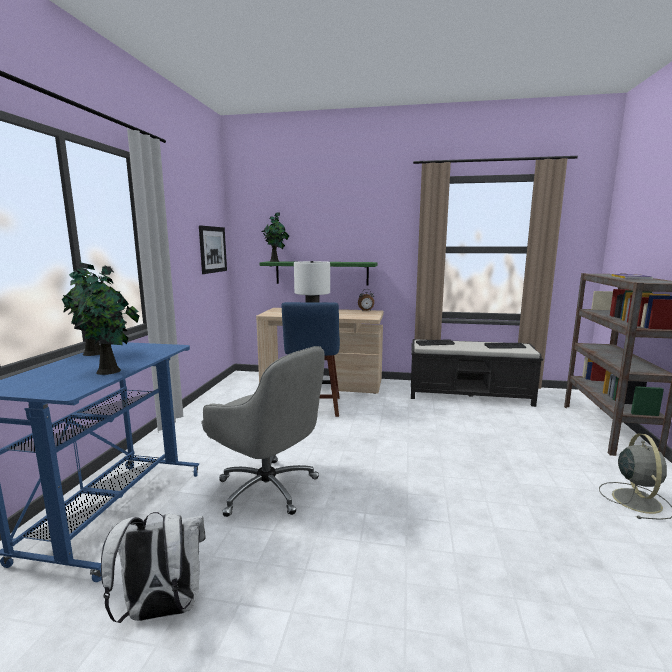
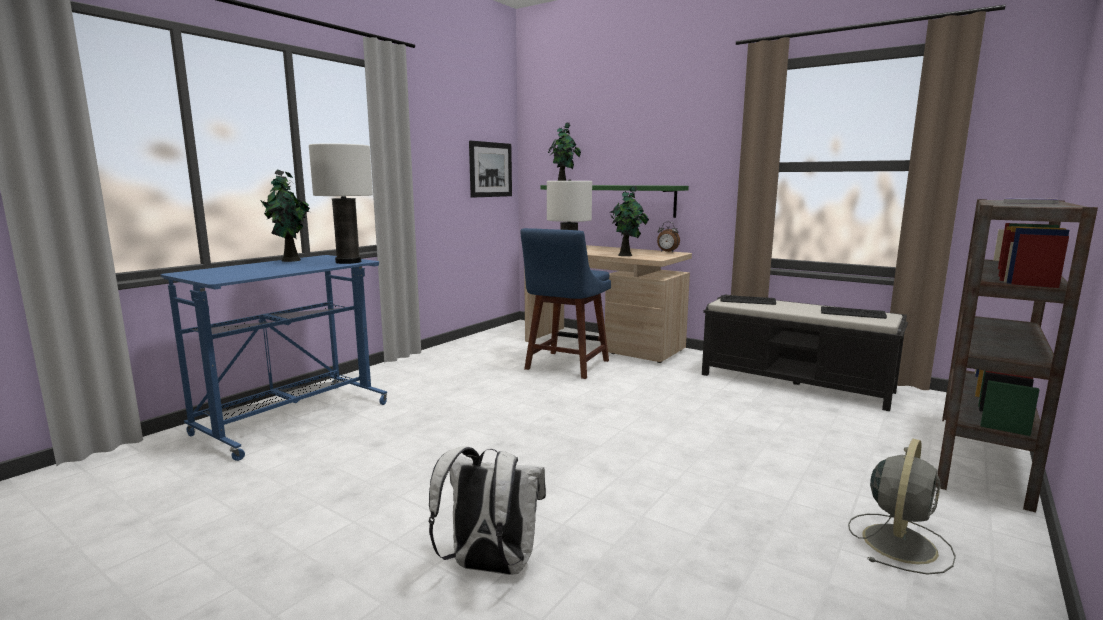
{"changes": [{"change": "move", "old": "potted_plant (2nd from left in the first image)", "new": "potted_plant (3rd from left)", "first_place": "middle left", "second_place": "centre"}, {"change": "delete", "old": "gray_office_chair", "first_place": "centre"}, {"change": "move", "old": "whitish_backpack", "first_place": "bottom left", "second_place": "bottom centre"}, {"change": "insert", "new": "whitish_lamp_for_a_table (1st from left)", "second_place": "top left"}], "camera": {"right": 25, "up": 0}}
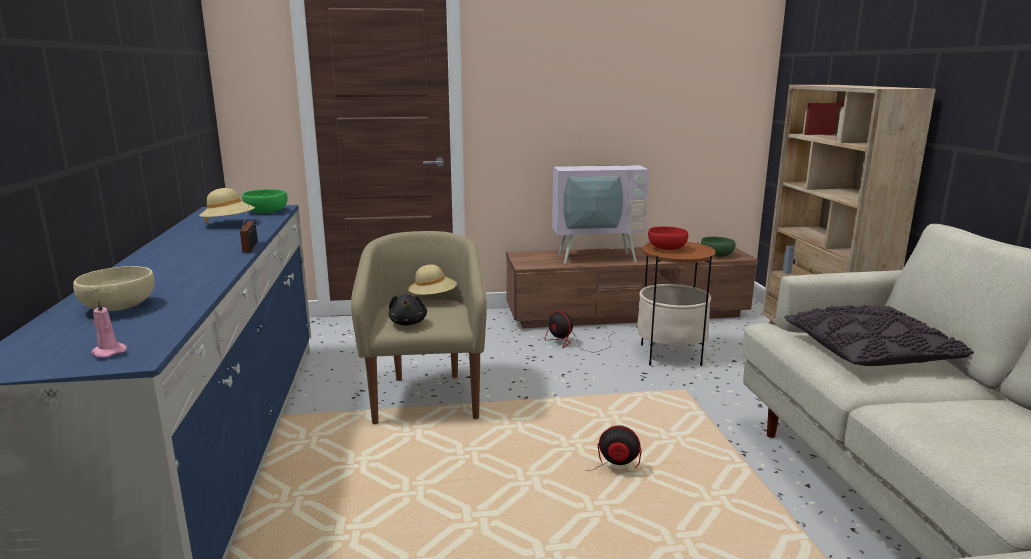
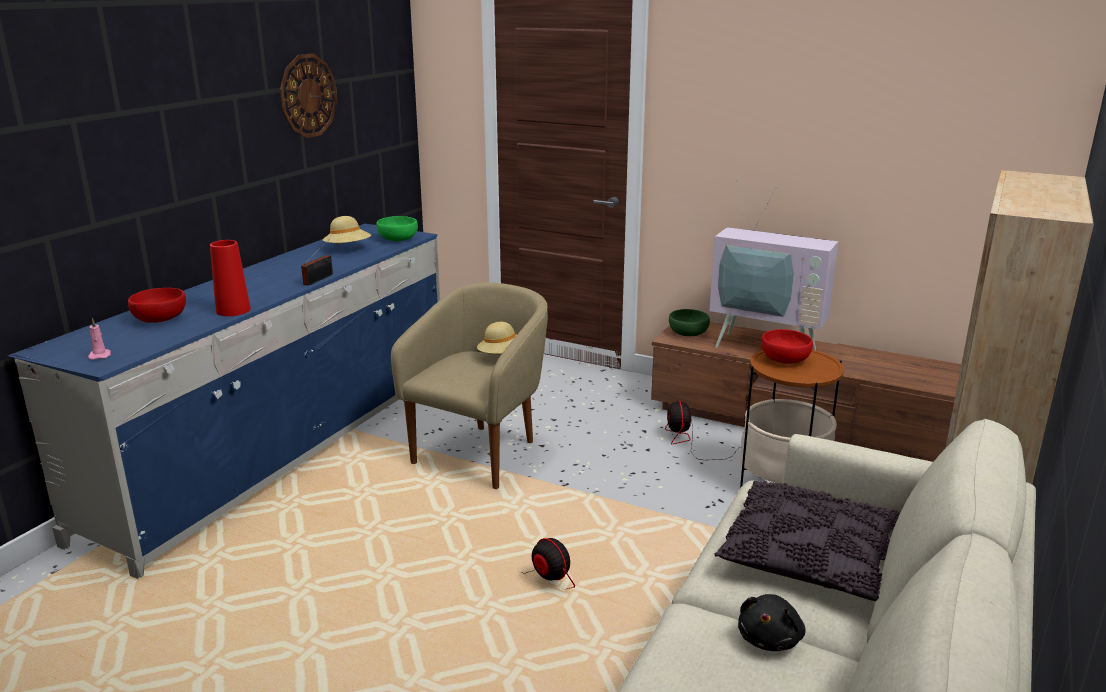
{"changes": [{"change": "move", "old": "greenish_deep_dish (2nd from left)", "first_place": "middle right", "second_place": "centre"}, {"change": "recolor", "old": "beige_deep_dish", "new": "red_deep_dish (1st from left)", "first_place": "middle left", "second_place": "middle left"}, {"change": "move", "old": "black-coloured_soft_toy", "first_place": "centre", "second_place": "bottom right"}, {"change": "insert", "new": "hanging_clock", "second_place": "top left"}, {"change": "insert", "new": "red_flower_vase", "second_place": "middle left"}], "camera": {"right": 35, "up": 5}}
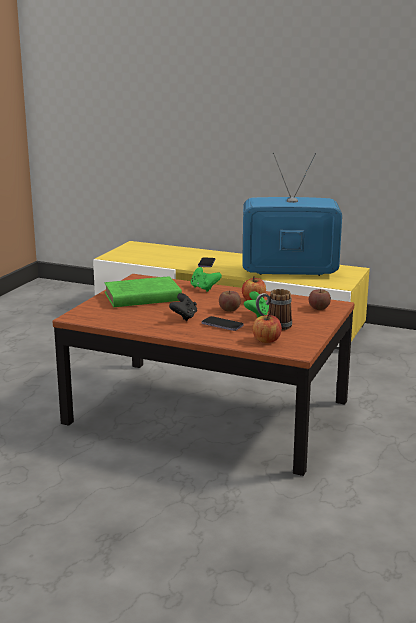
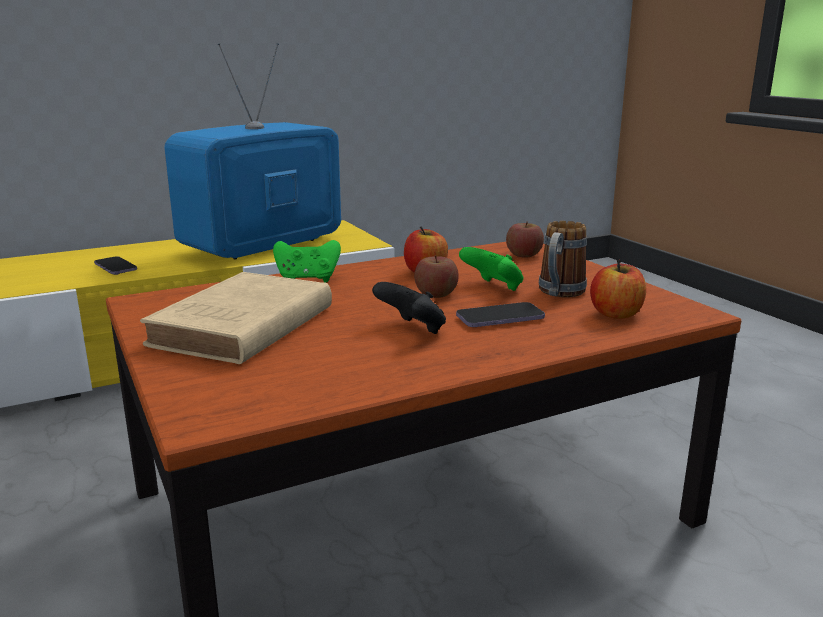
{"changes": [{"change": "recolor", "old": "greenish_book", "new": "beige_book", "first_place": "centre", "second_place": "middle left"}], "camera": {"right": -50, "up": 0}}
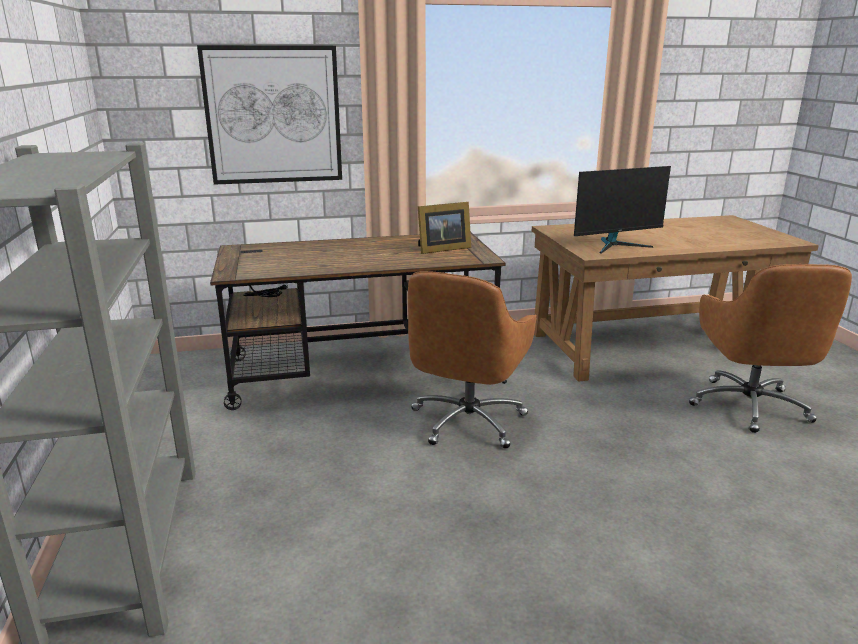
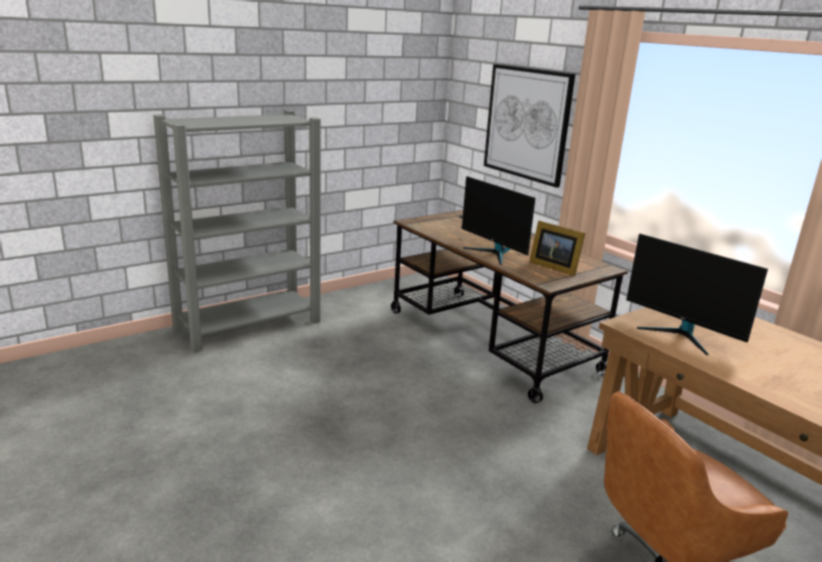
{"changes": [{"change": "delete", "old": "brownish_office_chair (1st from left)", "first_place": "centre"}, {"change": "insert", "new": "computer_display (1st from left)", "second_place": "centre"}], "camera": {"right": 65, "up": 0}}
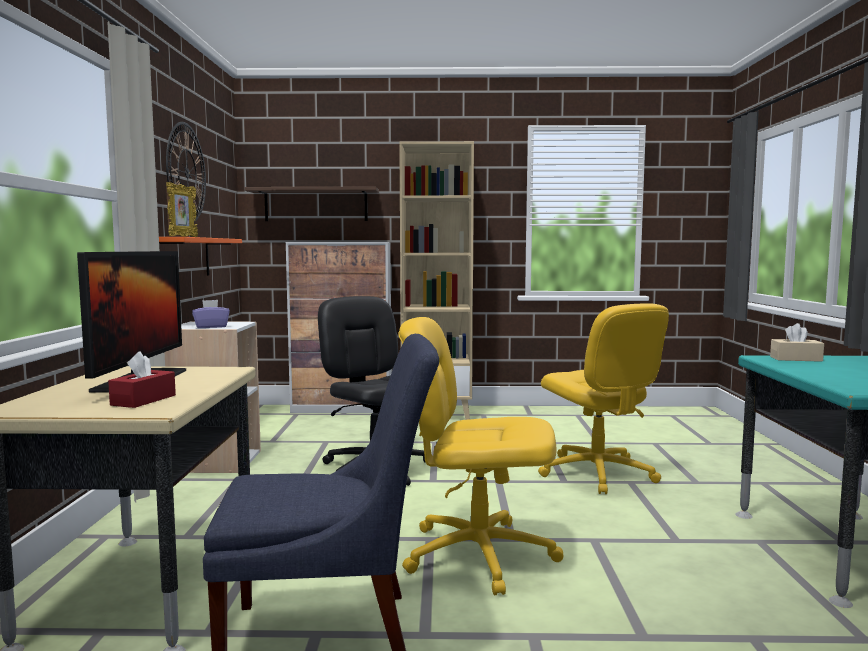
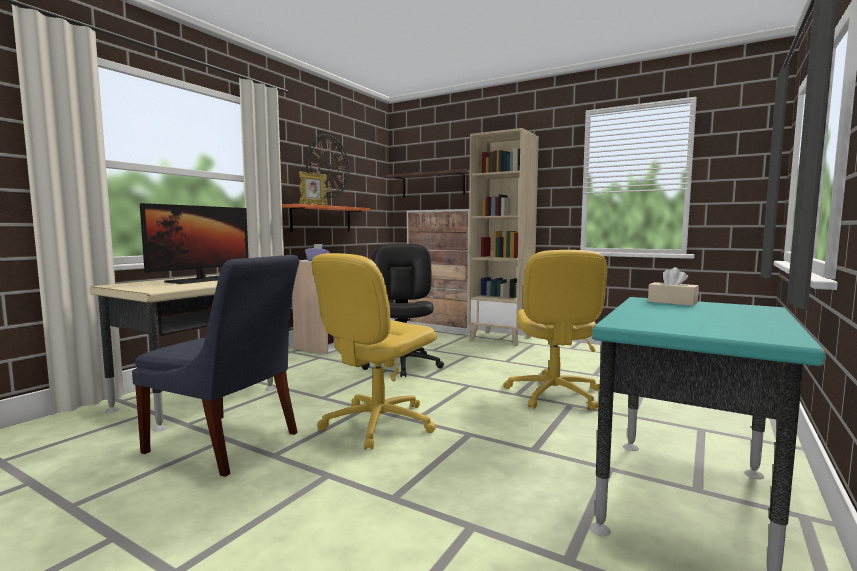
{"changes": [{"change": "rotate", "old": "yellow_office_chair (1st from left)", "first_place": "bottom centre", "second_place": "centre", "degrees": -90}, {"change": "delete", "old": "red_box_of_tissues", "first_place": "middle left"}], "camera": {"right": 30, "up": 0}}
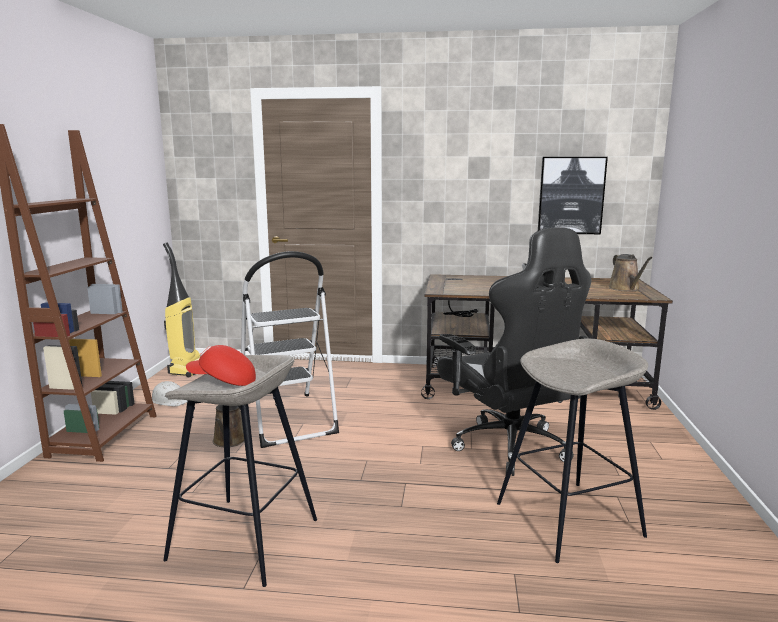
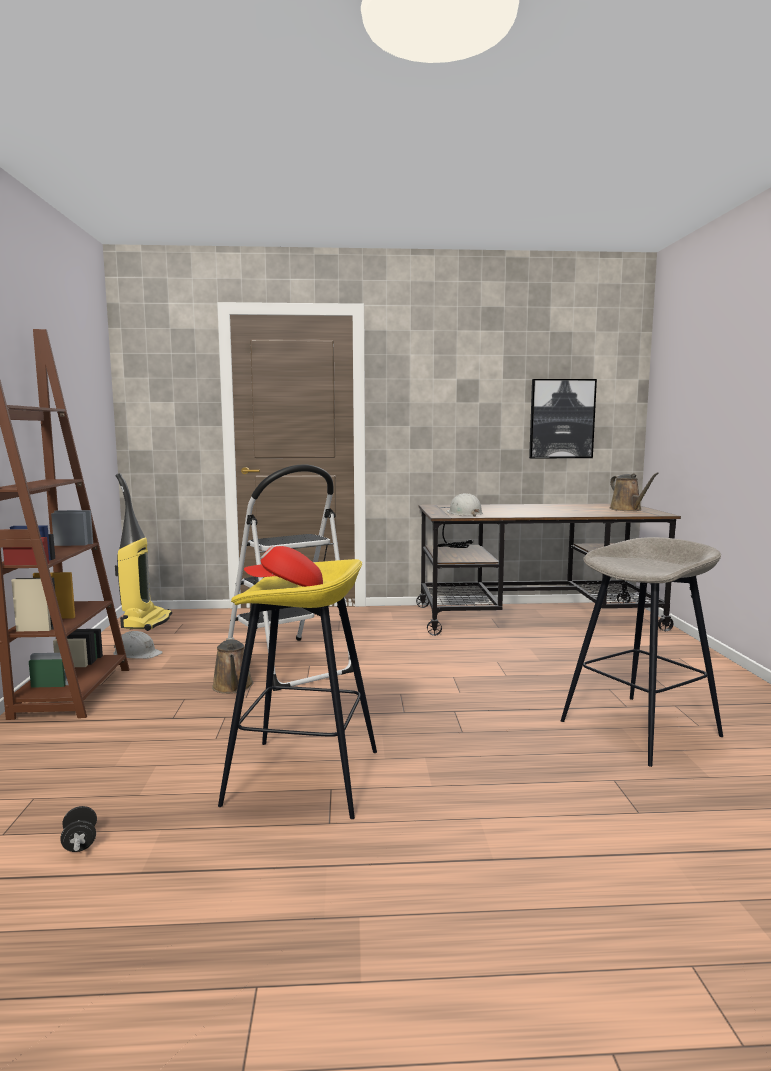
{"changes": [{"change": "delete", "old": "black-coloured_office_chair", "first_place": "centre"}, {"change": "recolor", "old": "gray_sitting_stool (1st from left)", "new": "yellow_sitting_stool", "first_place": "bottom left", "second_place": "centre"}, {"change": "insert", "new": "whitish_safety_helmet (2nd from left)", "second_place": "centre"}, {"change": "insert", "new": "black-coloured_hand_weight", "second_place": "bottom left"}], "camera": {"right": -10, "up": -5}}
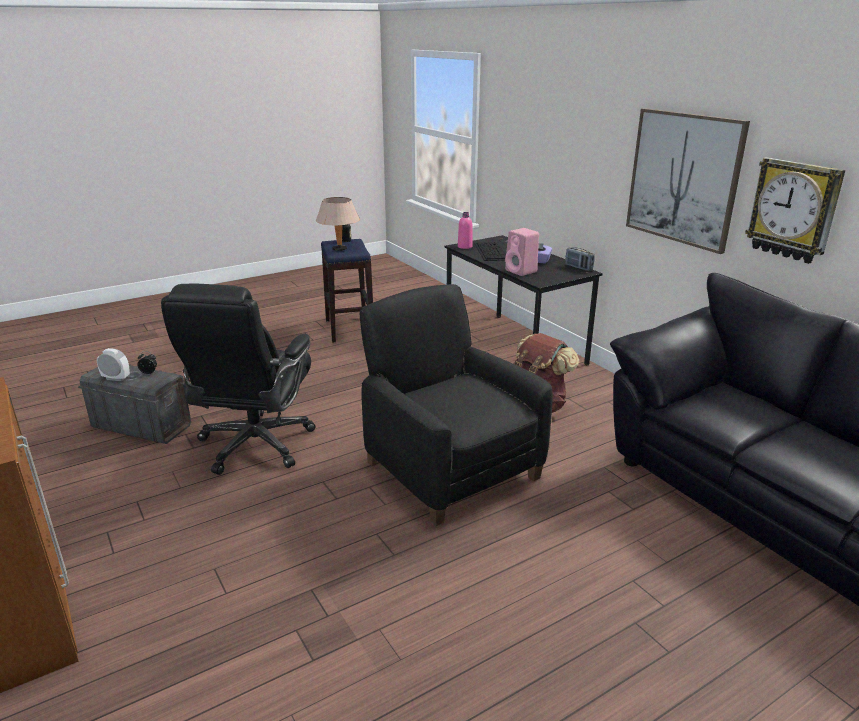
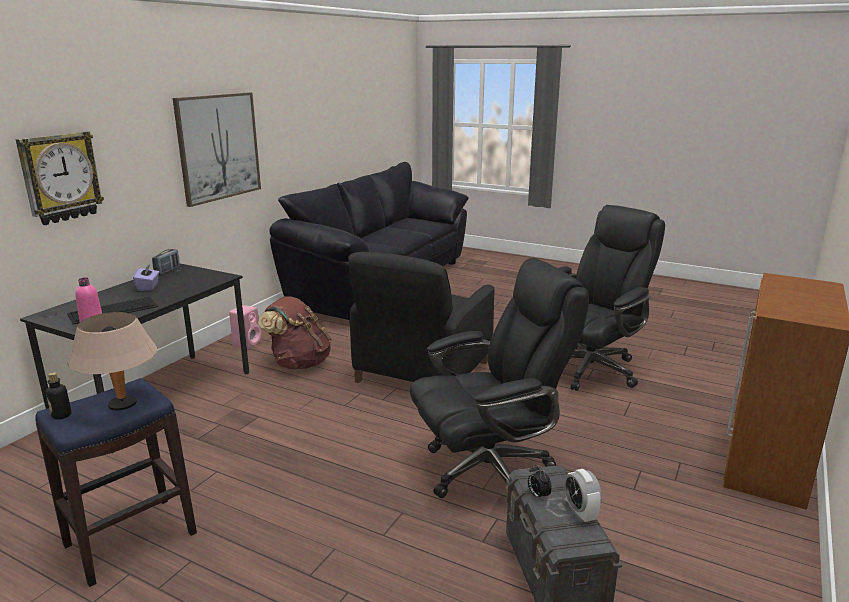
{"changes": [{"change": "move", "old": "hanging_clock", "first_place": "top right", "second_place": "top left"}, {"change": "move", "old": "pinkish_speaker", "first_place": "centre", "second_place": "middle left"}, {"change": "insert", "new": "black-coloured_office_chair (2nd from left)", "second_place": "middle right"}], "camera": {"right": -120, "up": -5}}
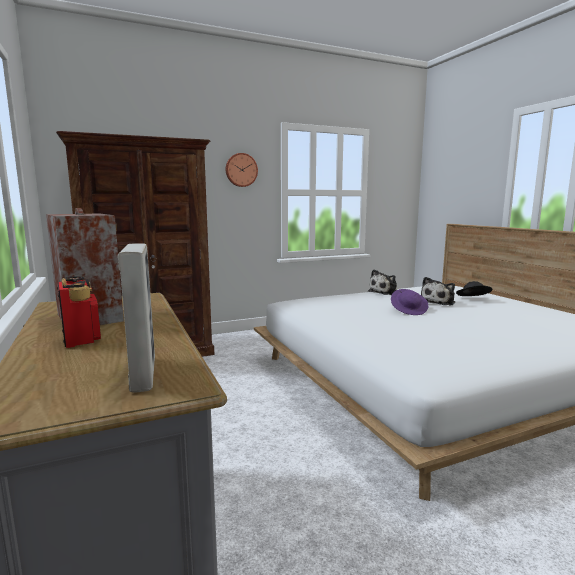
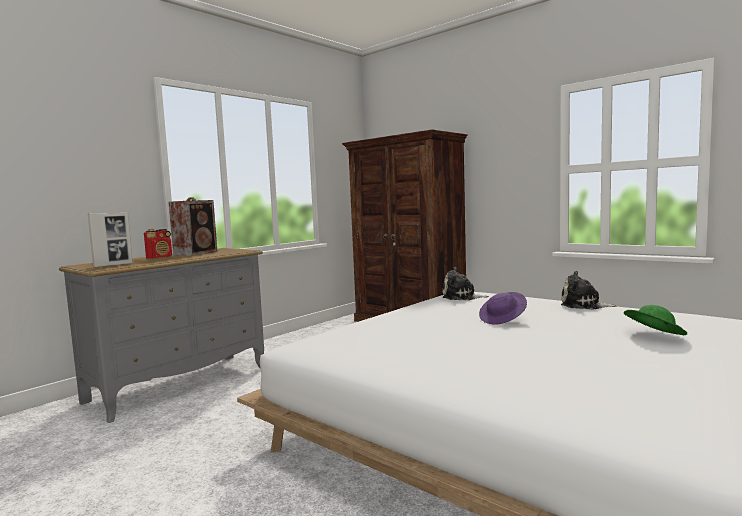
{"changes": [{"change": "delete", "old": "hanging_clock", "first_place": "top centre"}, {"change": "move", "old": "soft_toy (2nd from left in the first image)", "new": "soft_toy (1st from left)", "first_place": "middle right", "second_place": "centre"}, {"change": "recolor", "old": "black-coloured_wearable_hat", "new": "greenish_wearable_hat", "first_place": "middle right", "second_place": "middle right"}], "camera": {"right": 65, "up": -5}}
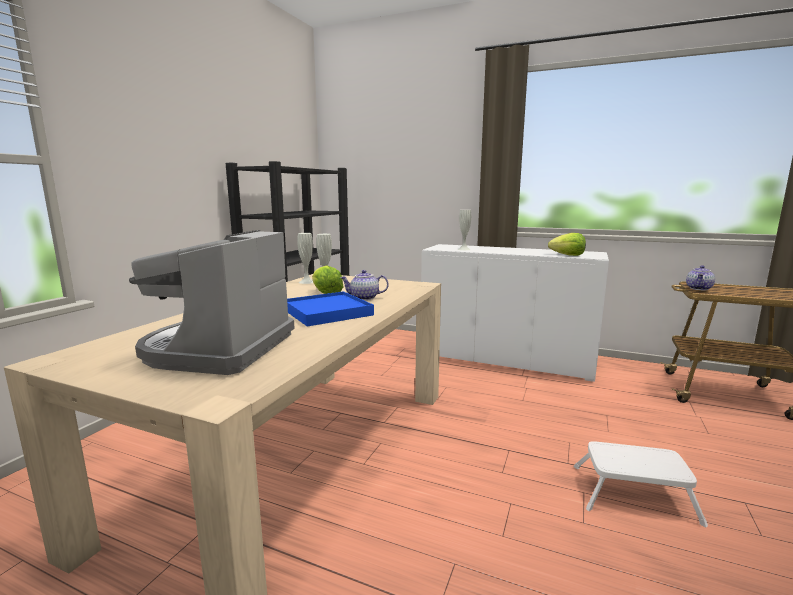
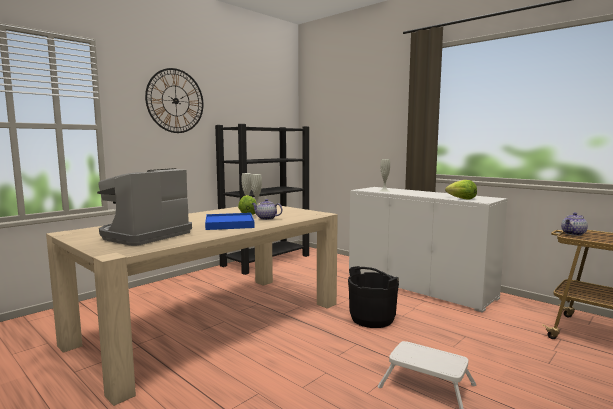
{"changes": [{"change": "insert", "new": "hanging_clock", "second_place": "top left"}, {"change": "insert", "new": "black-coloured_bucket", "second_place": "bottom centre"}], "camera": {"right": 20, "up": -5}}
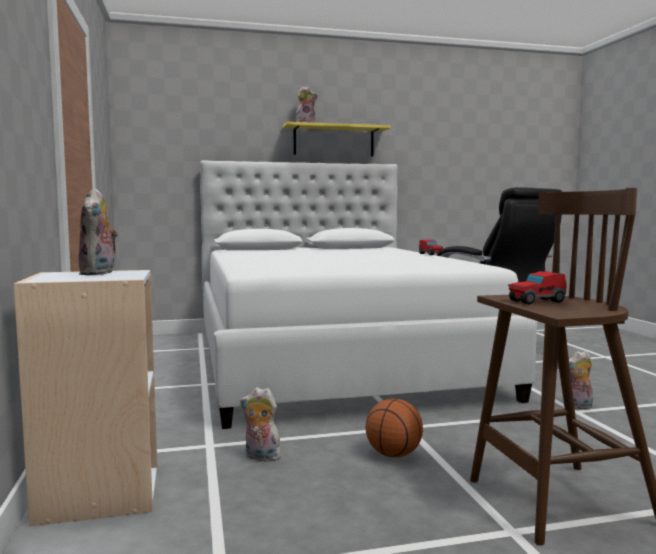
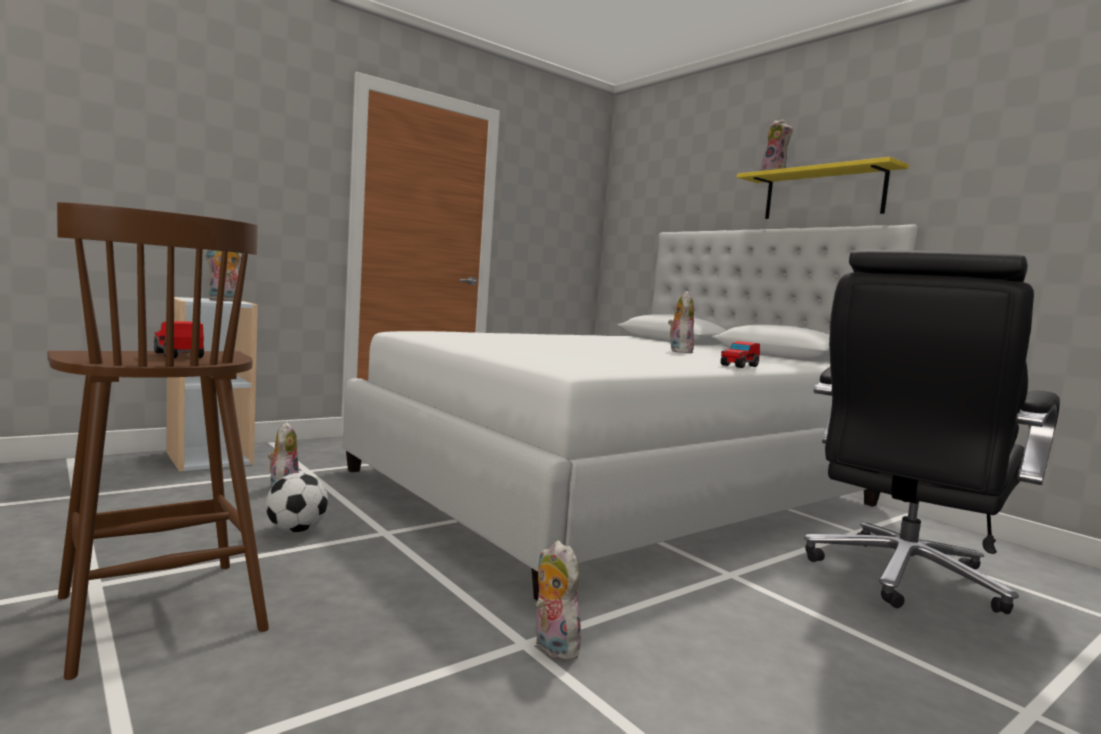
{"changes": [{"change": "replace", "old": "basketball_ball", "new": "ball_for_football", "first_place": "bottom centre", "second_place": "bottom left"}, {"change": "insert", "new": "soft_toy (4th from left)", "second_place": "centre"}], "camera": {"right": 65, "up": 0}}
